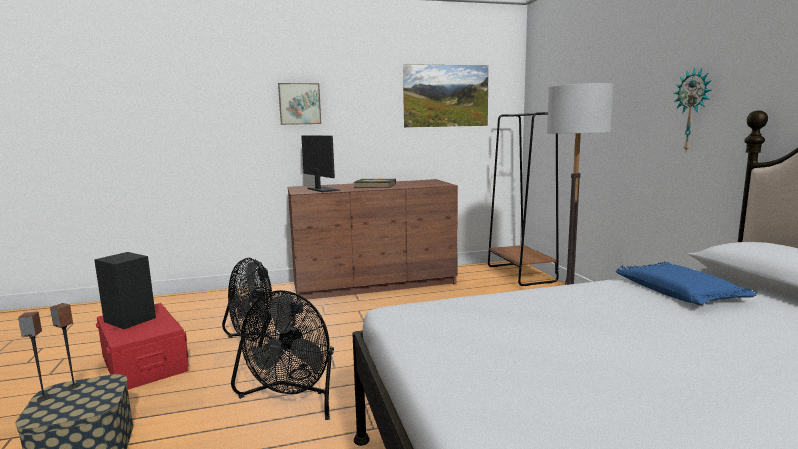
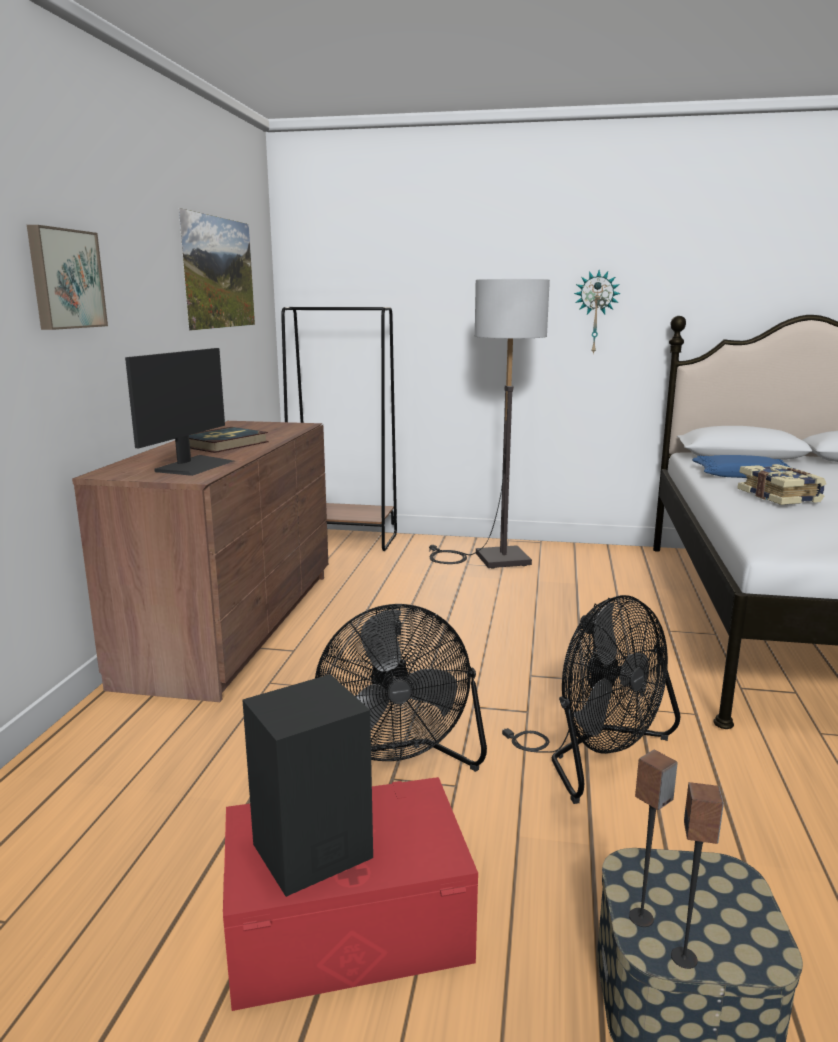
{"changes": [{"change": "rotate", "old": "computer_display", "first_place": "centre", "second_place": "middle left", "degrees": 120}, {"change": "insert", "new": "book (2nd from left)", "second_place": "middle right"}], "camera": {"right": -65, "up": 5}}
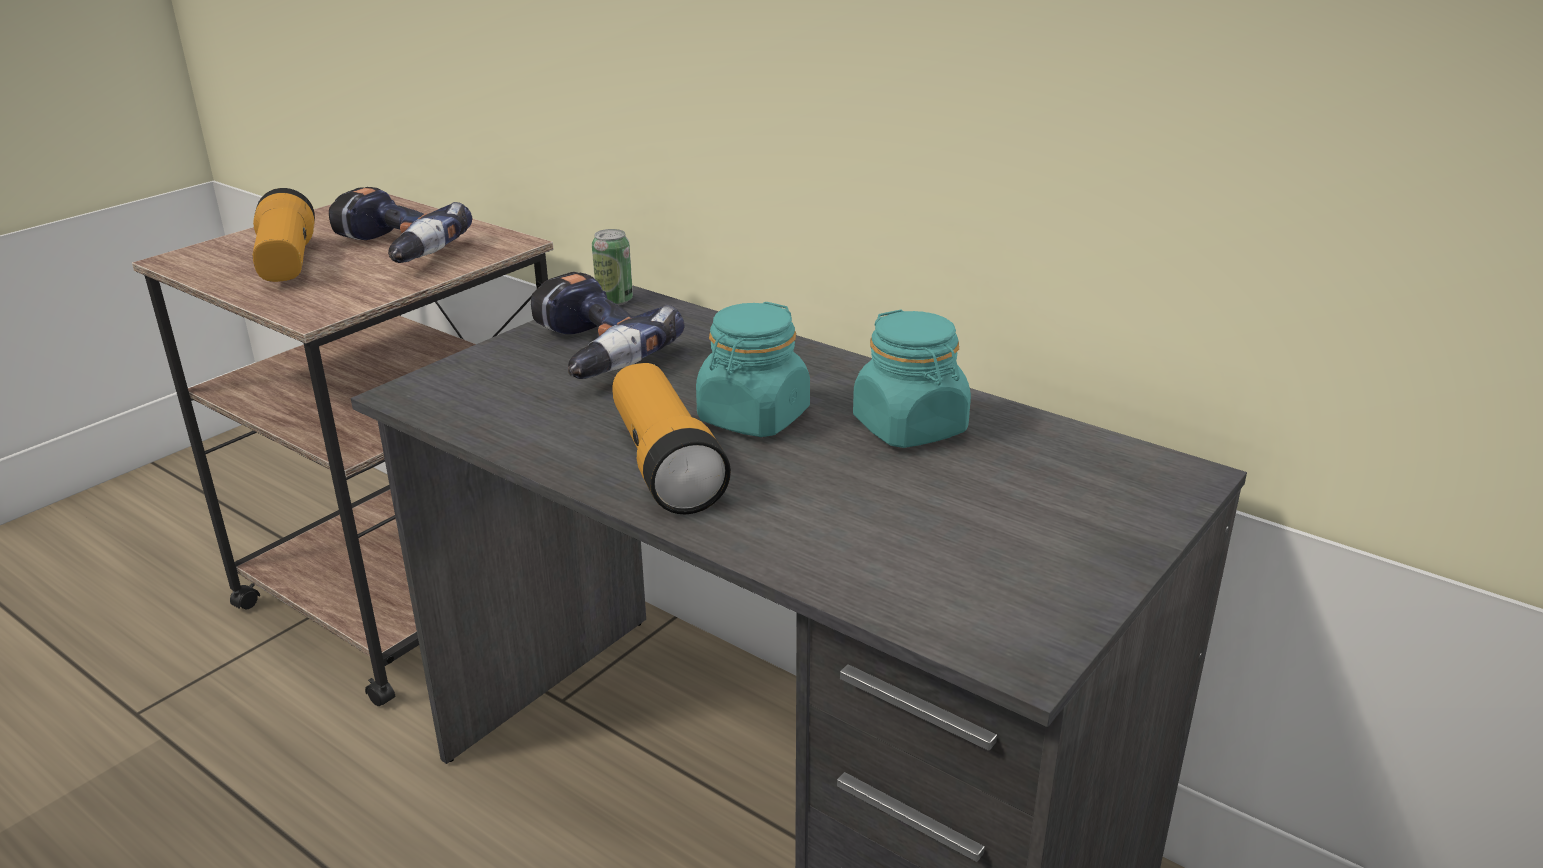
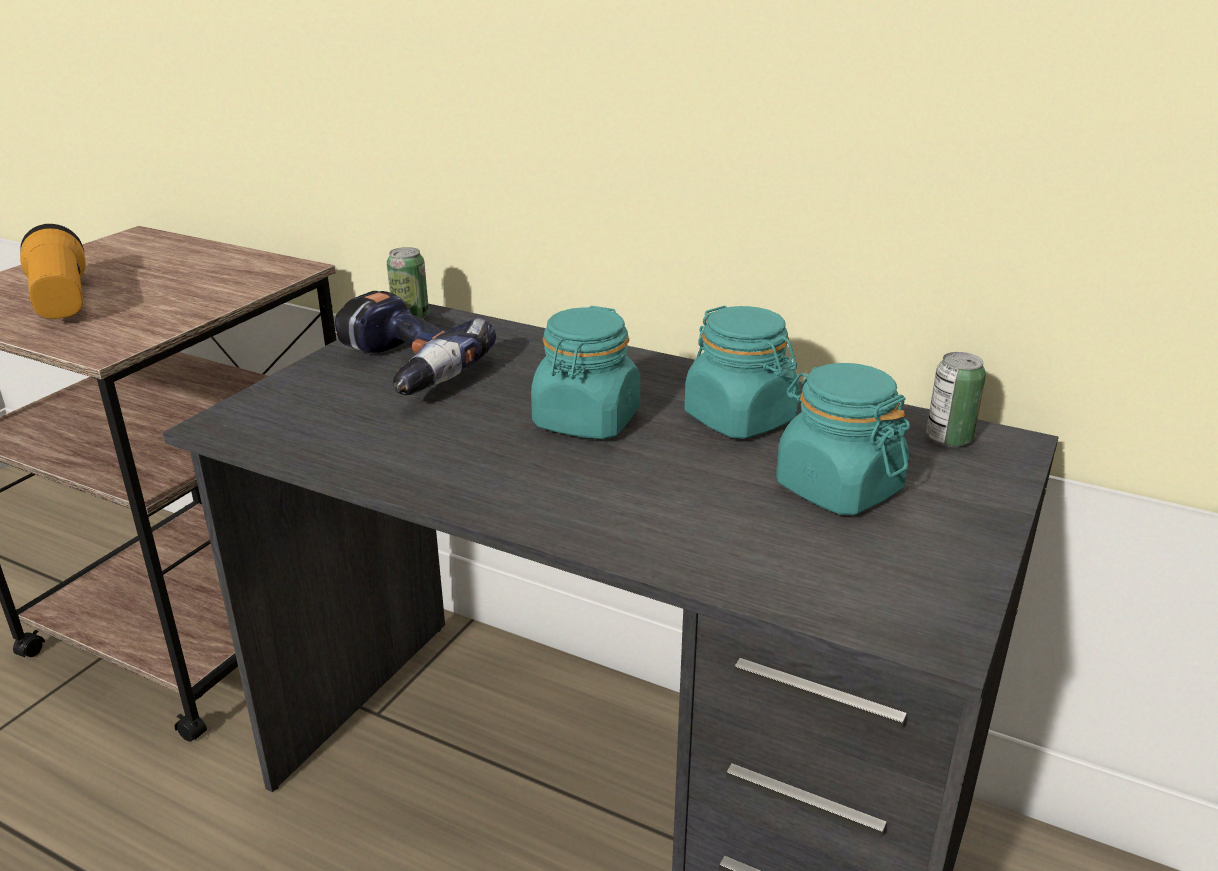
{"changes": [{"change": "delete", "old": "power_drill (1st from left)", "first_place": "top left"}, {"change": "delete", "old": "flashlight (2nd from left)", "first_place": "centre"}, {"change": "insert", "new": "sealed_can (2nd from left)", "second_place": "middle right"}, {"change": "insert", "new": "turquoise-coloured_jar (3rd from left)", "second_place": "middle right"}], "camera": {"right": -10, "up": 0}}
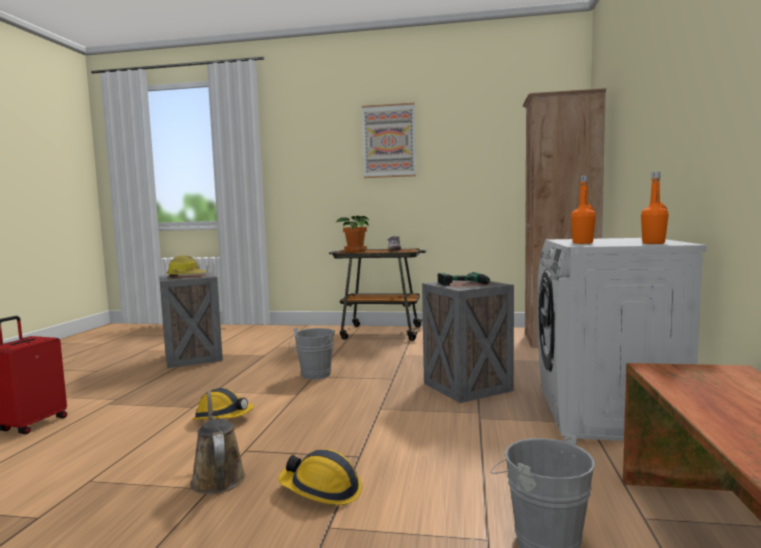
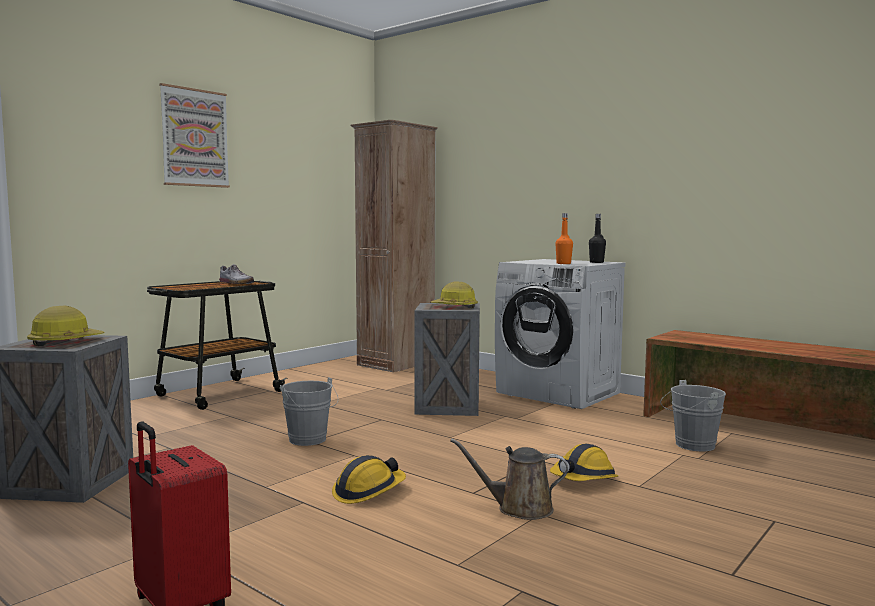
{"changes": [{"change": "recolor", "old": "orangey_bottle (2nd from left)", "new": "black-coloured_bottle", "first_place": "middle right", "second_place": "middle right"}, {"change": "delete", "old": "potted_plant", "first_place": "centre"}, {"change": "replace", "old": "power_drill", "new": "safety_helmet (3rd from left)", "first_place": "centre", "second_place": "centre"}], "camera": {"right": -60, "up": 0}}
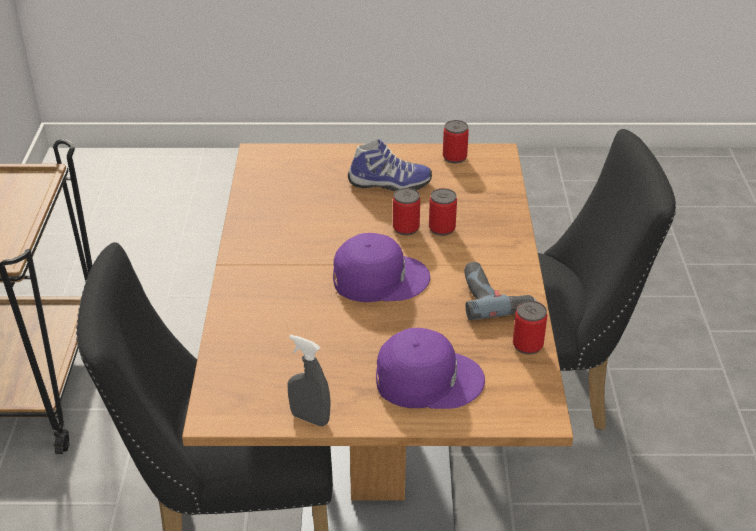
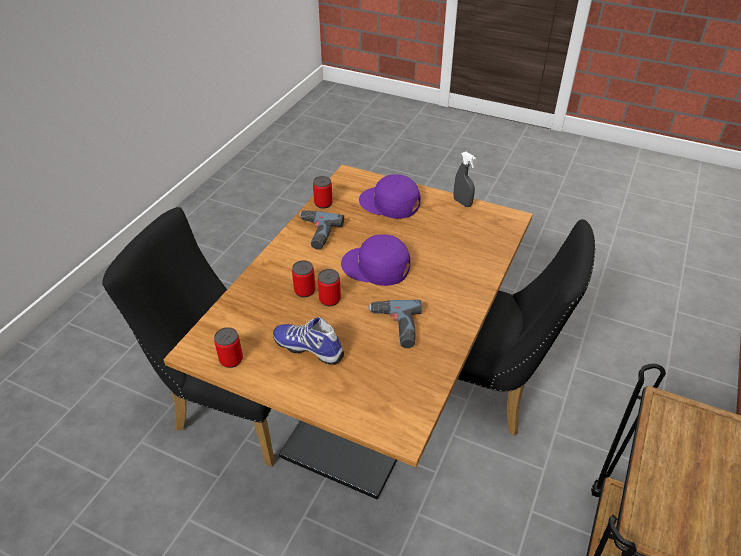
{"changes": [{"change": "insert", "new": "power_drill (2nd from left)", "second_place": "centre"}], "camera": {"right": -155, "up": 5}}
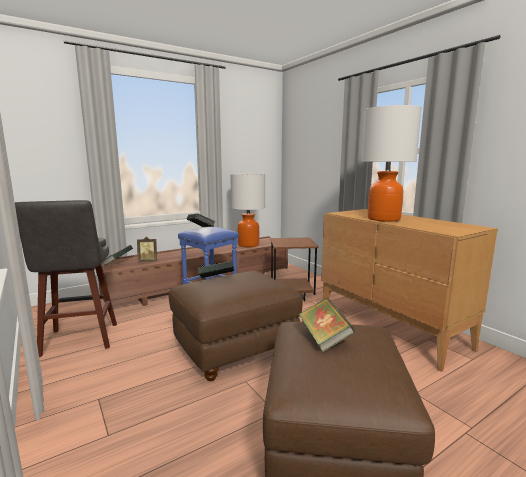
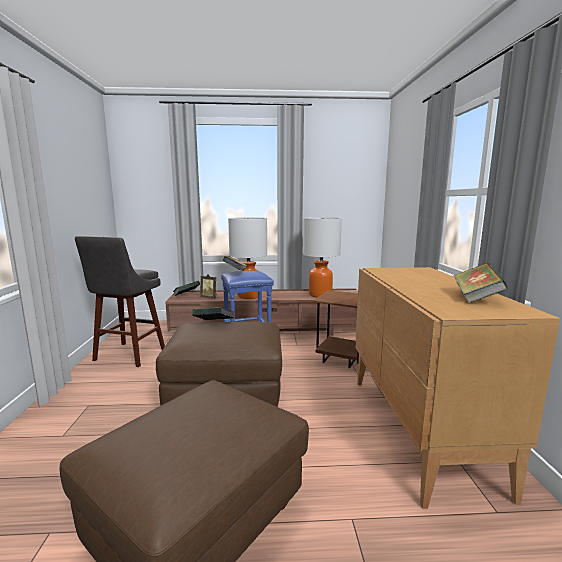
{"changes": [{"change": "move", "old": "lamp_for_a_table (2nd from left in the first image)", "new": "lamp_for_a_table (1st from left)", "first_place": "middle right", "second_place": "centre"}, {"change": "move", "old": "book (4th from left)", "first_place": "bottom centre", "second_place": "middle right"}], "camera": {"right": 30, "up": 0}}
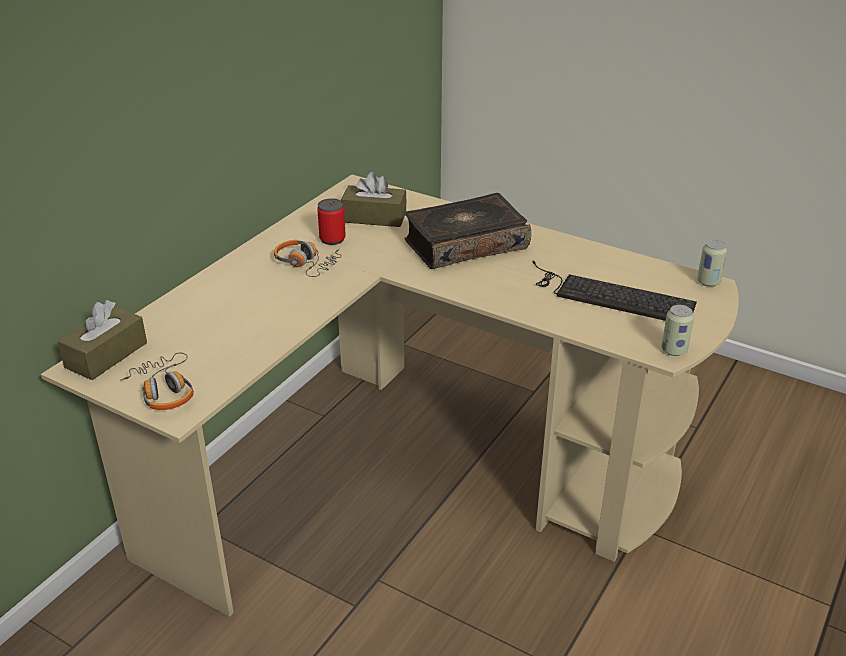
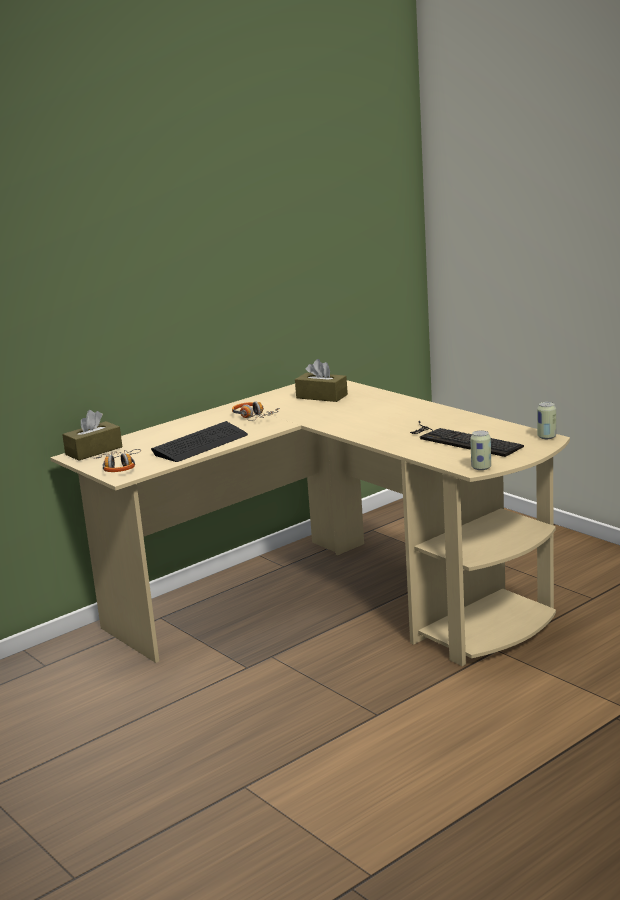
{"changes": [{"change": "delete", "old": "book", "first_place": "centre"}, {"change": "delete", "old": "sealed_can (1st from left)", "first_place": "centre"}, {"change": "insert", "new": "PC_keyboard (1st from left)", "second_place": "middle left"}], "camera": {"right": 20, "up": -15}}
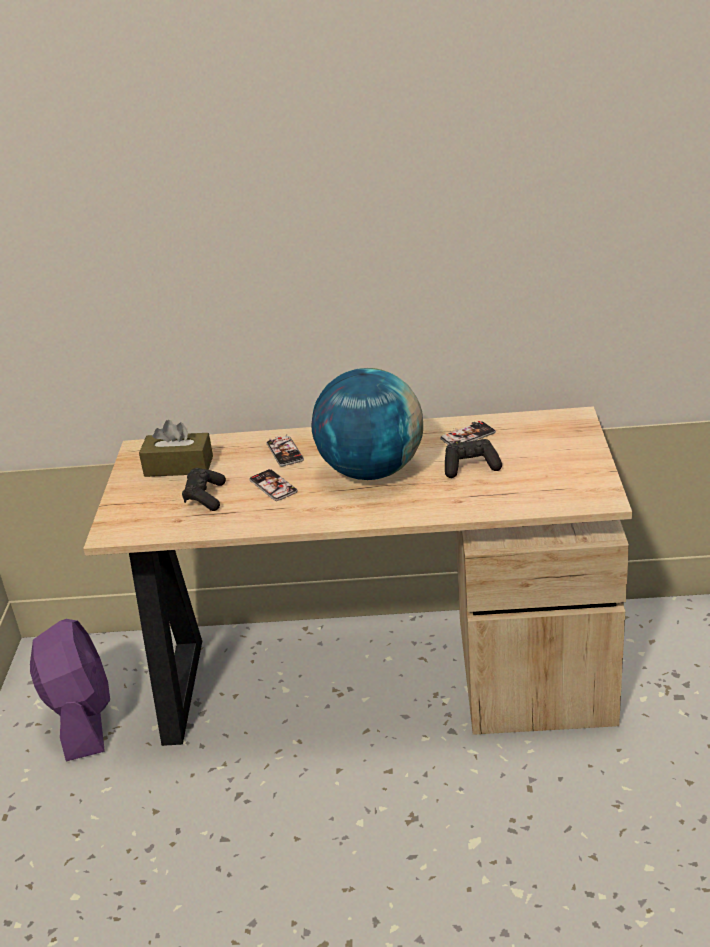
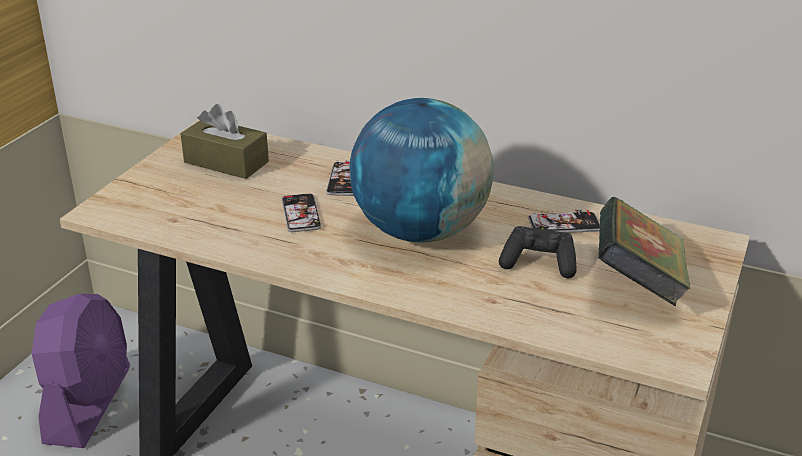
{"changes": [{"change": "delete", "old": "black-coloured_joypad (1st from left)", "first_place": "middle left"}, {"change": "insert", "new": "book", "second_place": "middle right"}], "camera": {"right": 20, "up": 0}}
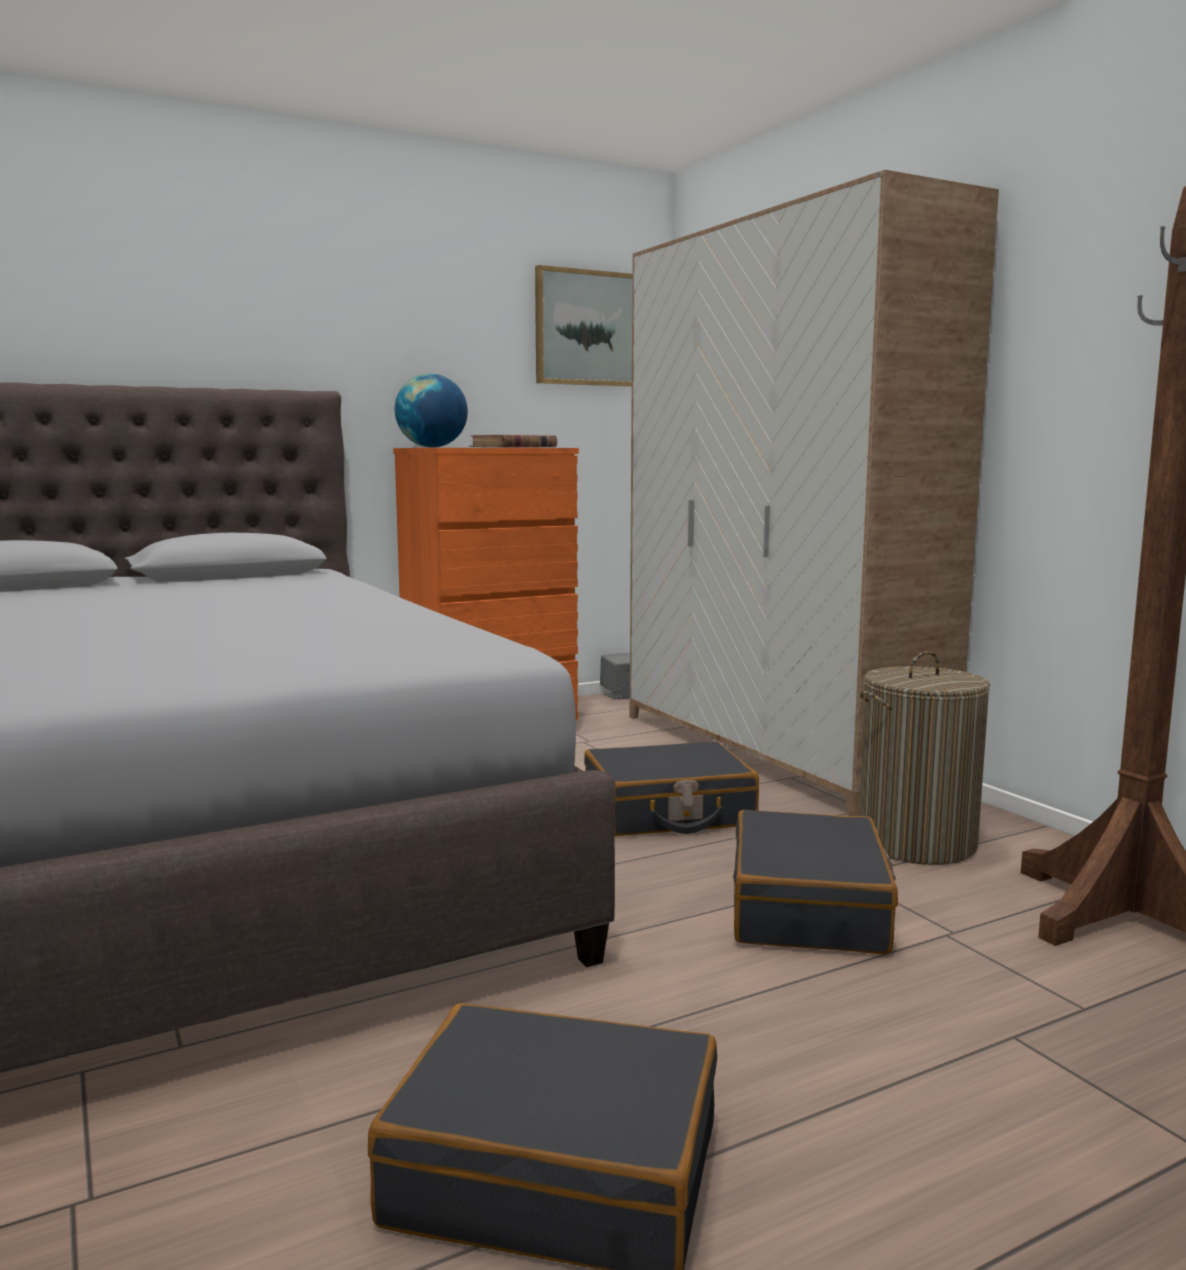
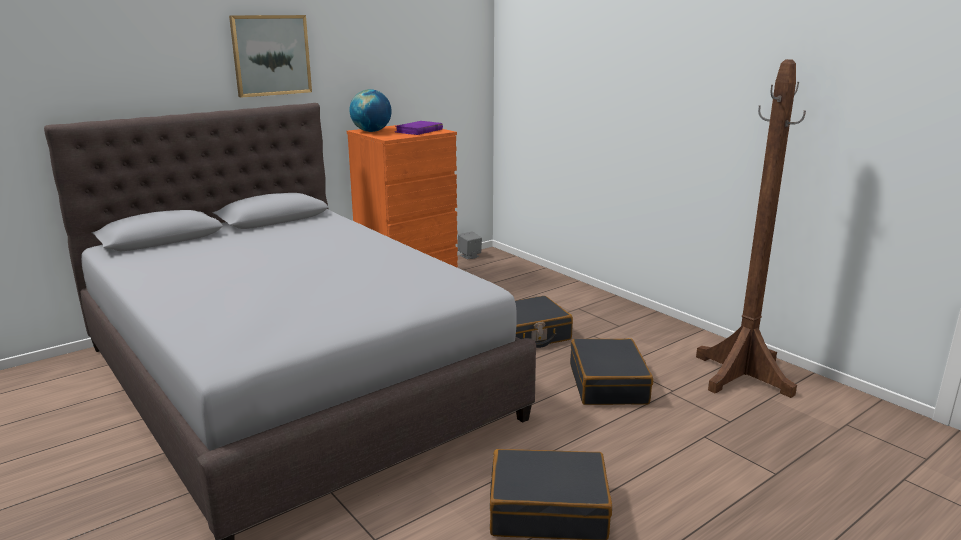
{"changes": [{"change": "delete", "old": "whitish_armoire", "first_place": "middle right"}, {"change": "move", "old": "wall_picture", "first_place": "top centre", "second_place": "top left"}, {"change": "recolor", "old": "brownish_book", "new": "purplish_book", "first_place": "centre", "second_place": "top centre"}, {"change": "delete", "old": "laundry_basket", "first_place": "middle right"}], "camera": {"right": -10, "up": 10}}
